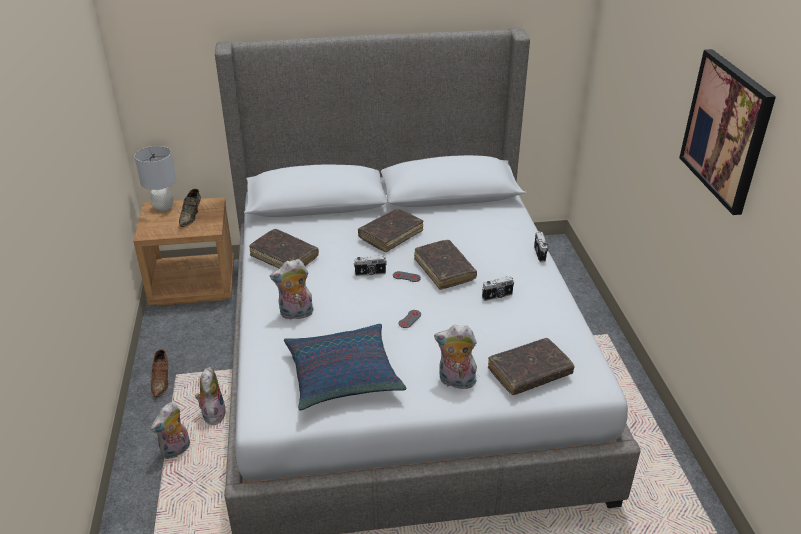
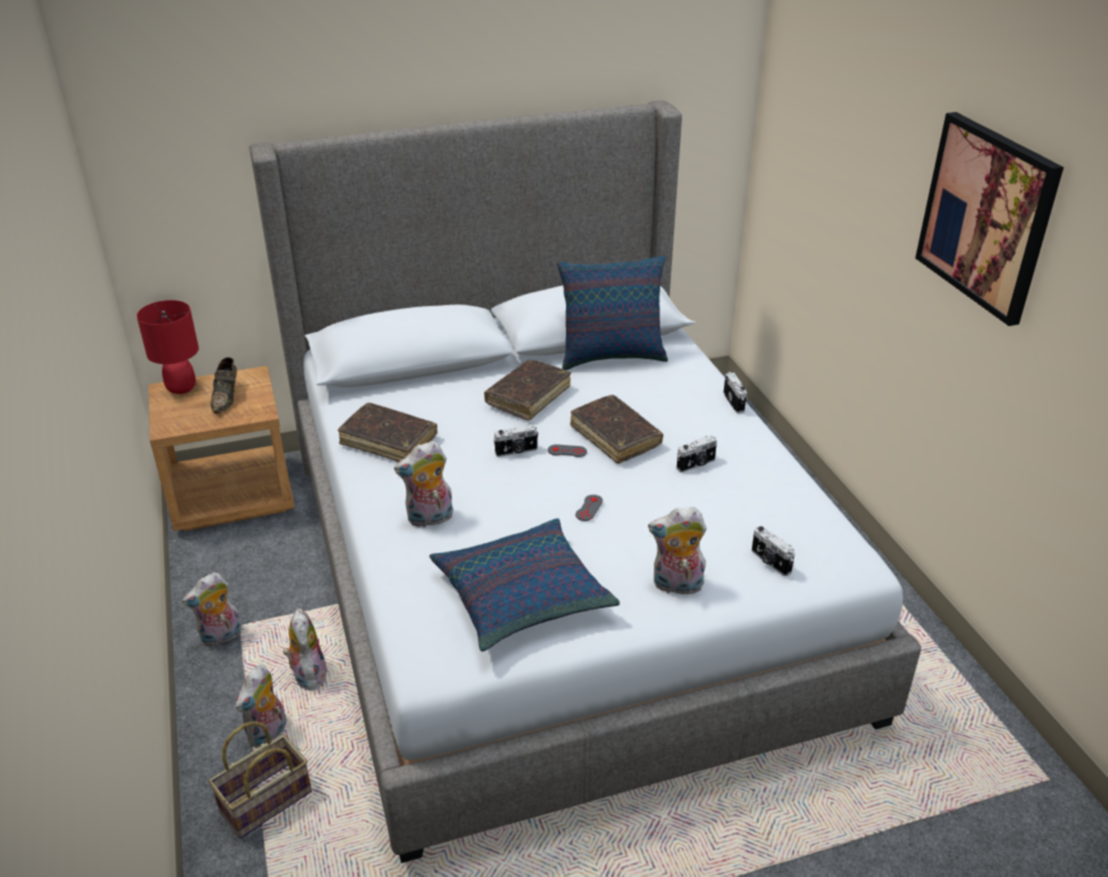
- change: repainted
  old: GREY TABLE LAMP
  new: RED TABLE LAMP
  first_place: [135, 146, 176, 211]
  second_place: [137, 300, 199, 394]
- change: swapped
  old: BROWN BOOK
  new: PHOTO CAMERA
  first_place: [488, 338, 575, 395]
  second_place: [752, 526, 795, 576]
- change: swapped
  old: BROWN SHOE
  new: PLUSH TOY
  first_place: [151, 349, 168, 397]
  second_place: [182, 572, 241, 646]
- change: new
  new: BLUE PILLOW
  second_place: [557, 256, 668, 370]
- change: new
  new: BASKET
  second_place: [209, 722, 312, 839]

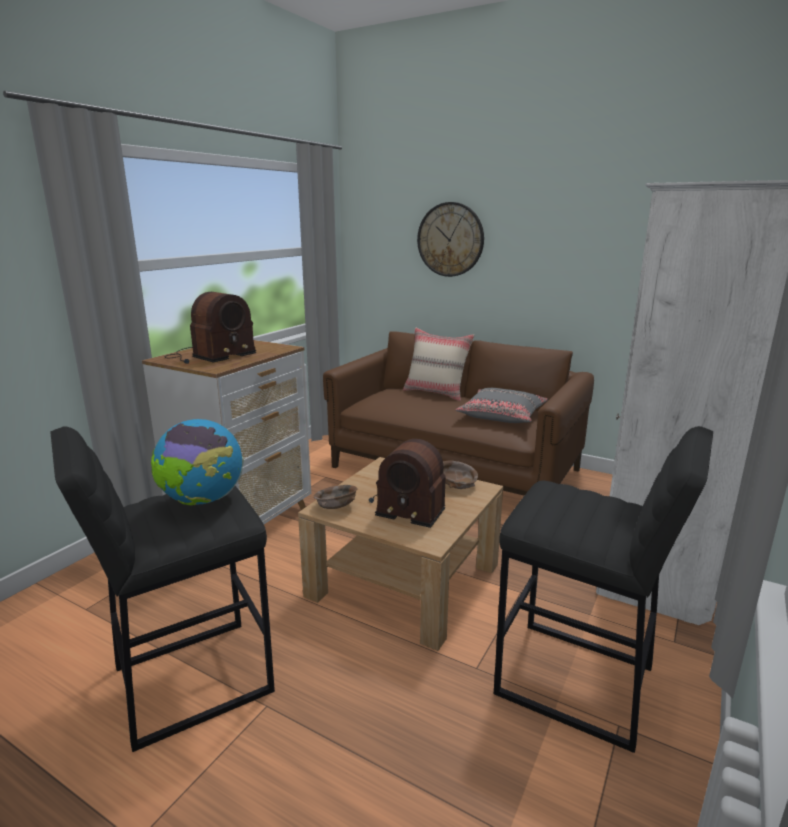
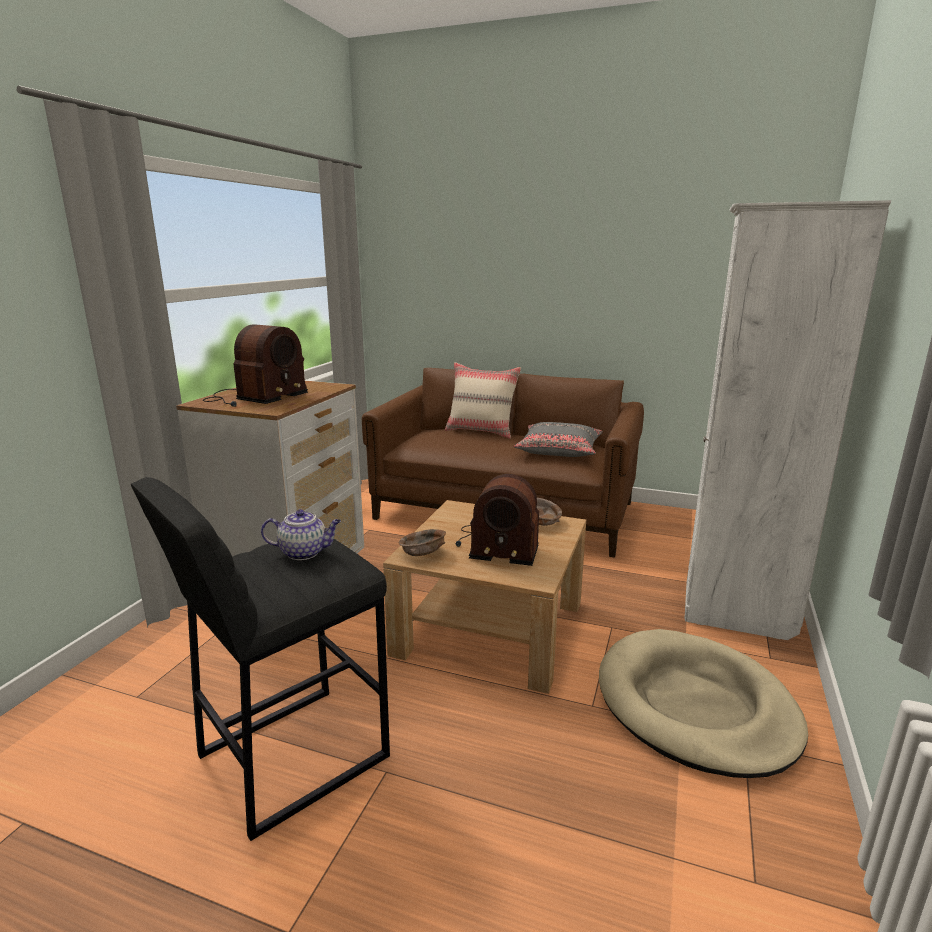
- change: gone
  old: WALL CLOCK
  first_place: [417, 202, 484, 277]
- change: swapped
  old: GLOBE
  new: TEAPOT
  first_place: [151, 419, 244, 505]
  second_place: [261, 509, 341, 560]
- change: swapped
  old: BLACK STOOL
  new: BEIGE DOG BED
  first_place: [494, 426, 713, 753]
  second_place: [599, 629, 808, 778]

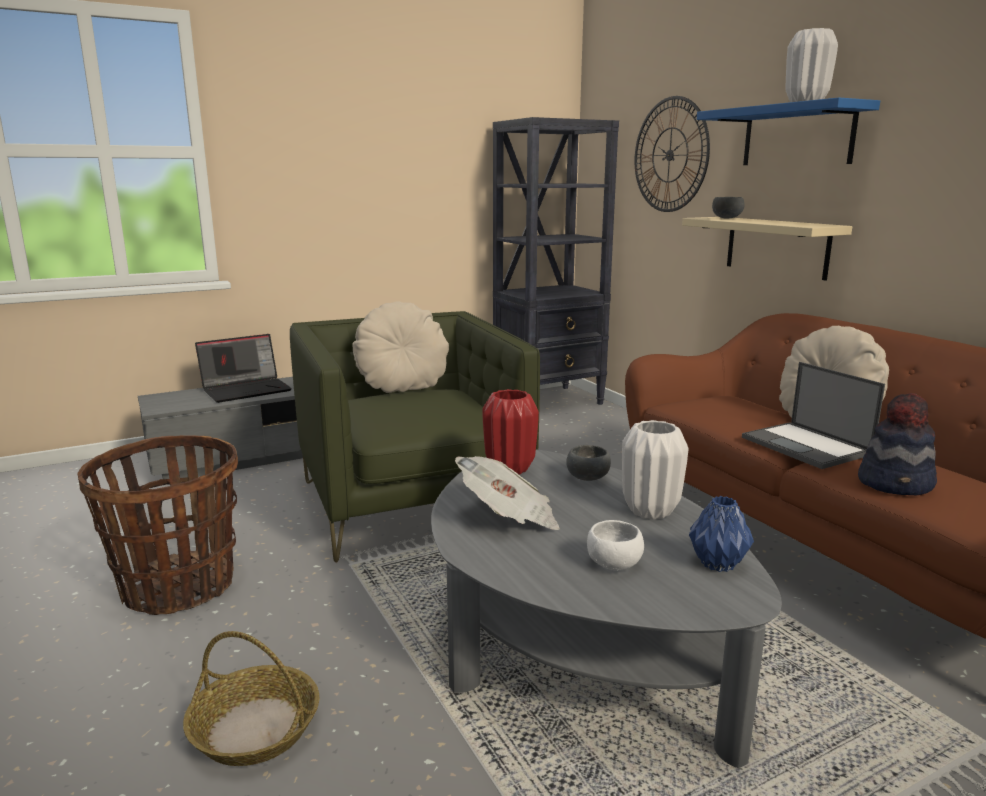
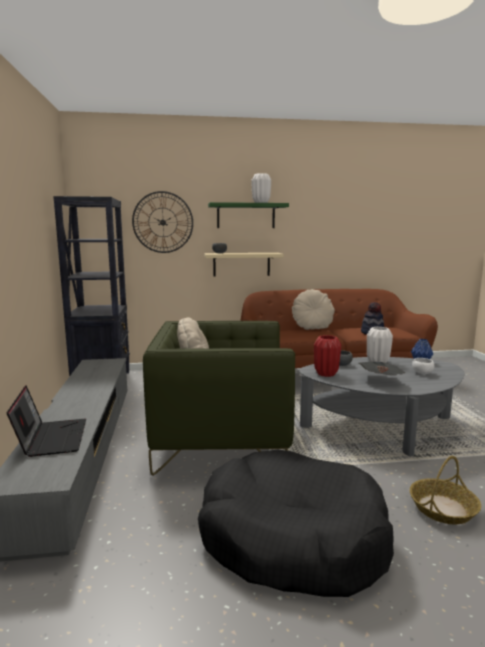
- change: repainted
  old: BLUE SHELF
  new: GREEN SHELF
  first_place: [697, 98, 880, 165]
  second_place: [208, 202, 289, 228]
- change: gone
  old: LAPTOP
  first_place: [742, 362, 885, 469]
- change: swapped
  old: BASKET
  new: BLACK DOG BED
  first_place: [77, 435, 238, 615]
  second_place: [198, 450, 394, 597]

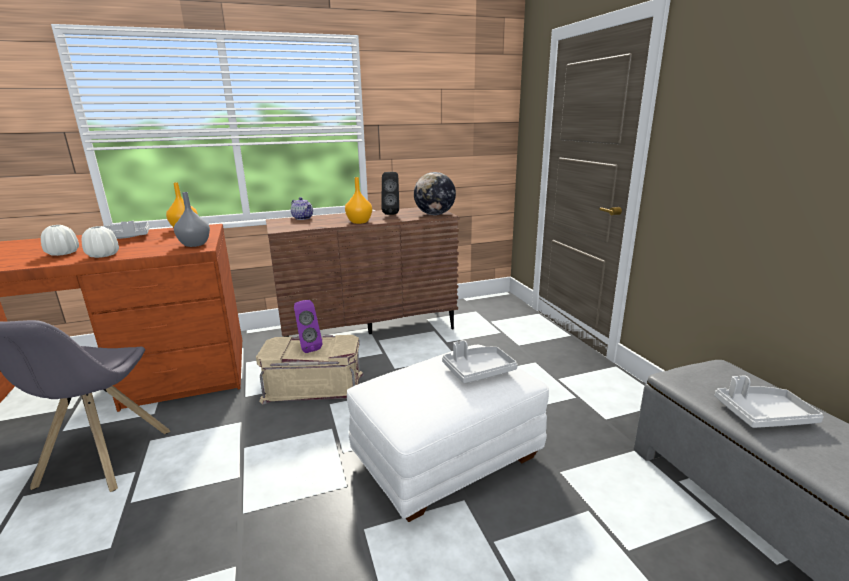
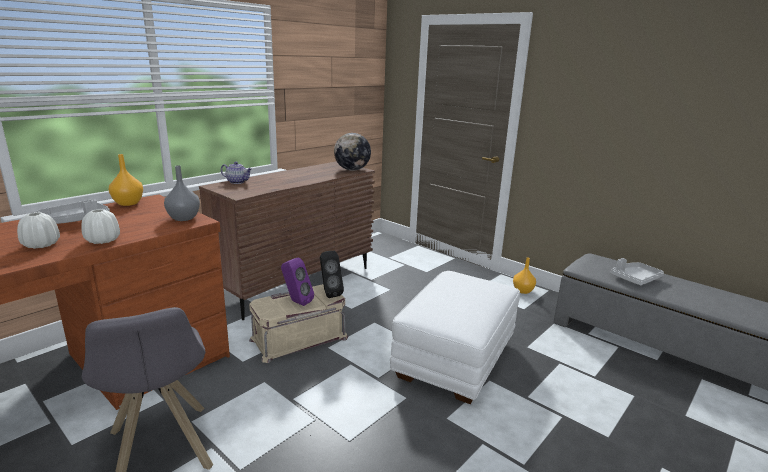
- change: shifted
  old: BLACK SPEAKER
  first_place: [381, 172, 399, 215]
  second_place: [320, 251, 344, 298]
- change: shifted
  old: ORANGE VASE
  first_place: [345, 177, 372, 224]
  second_place: [513, 257, 536, 294]
- change: gone
  old: GREY TRAY
  first_place: [442, 340, 518, 383]

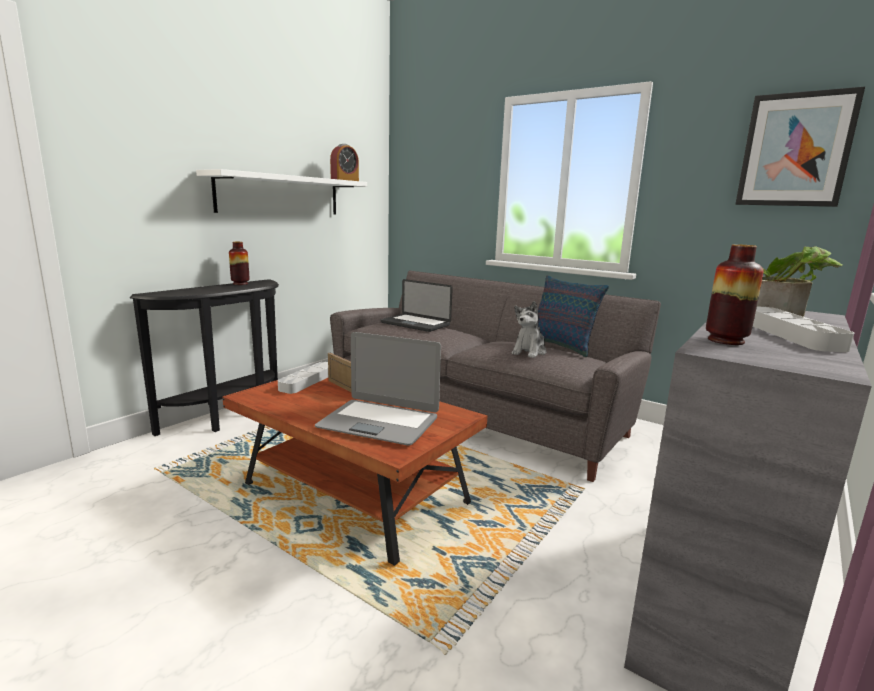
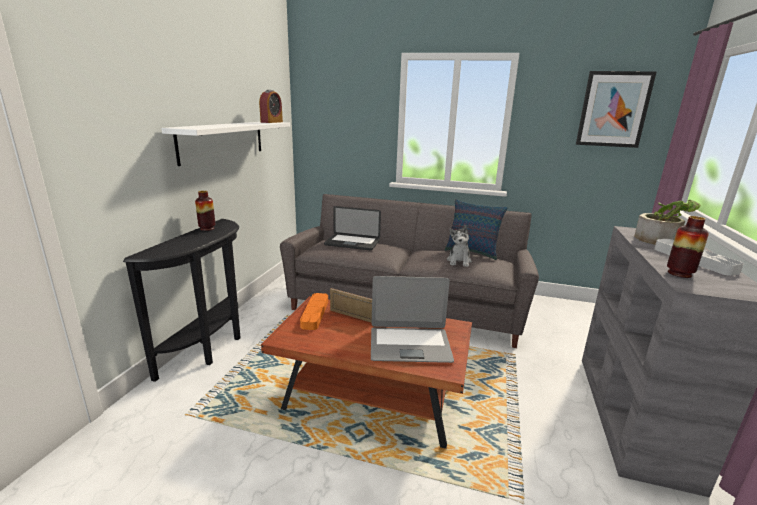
- change: repainted
  old: GREY TRAY
  new: ORANGE TRAY
  first_place: [278, 362, 328, 394]
  second_place: [300, 293, 328, 330]

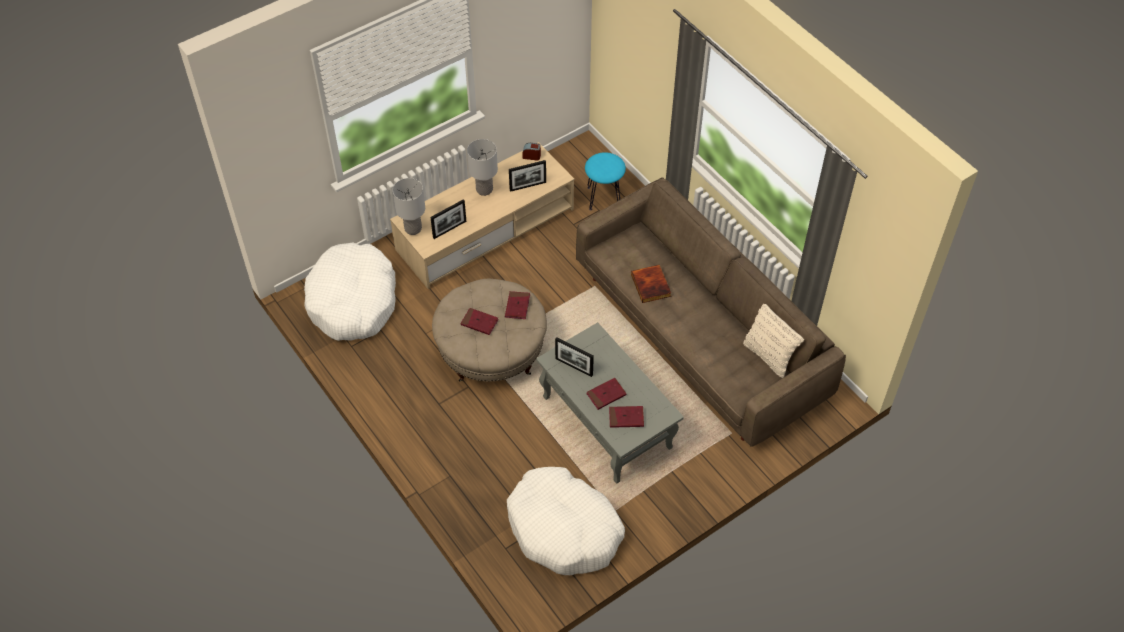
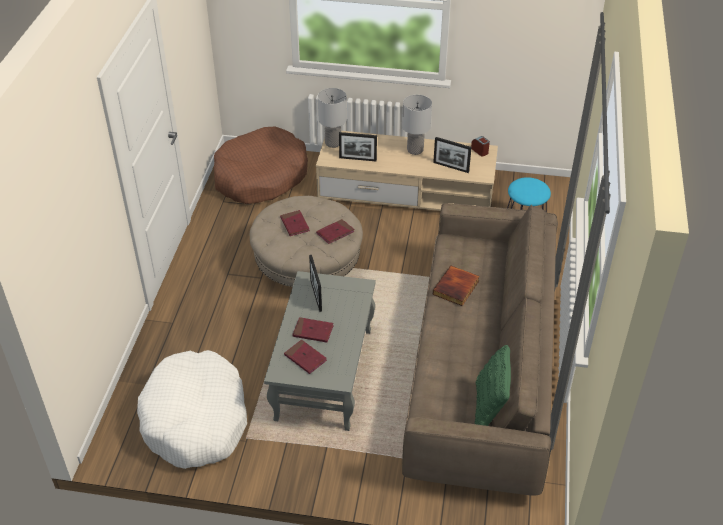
- change: repainted
  old: WHITE DOG BED
  new: BROWN DOG BED
  first_place: [304, 242, 396, 341]
  second_place: [214, 127, 308, 204]
- change: repainted
  old: BEIGE PILLOW
  new: GREEN PILLOW
  first_place: [743, 304, 804, 378]
  second_place: [475, 345, 511, 426]

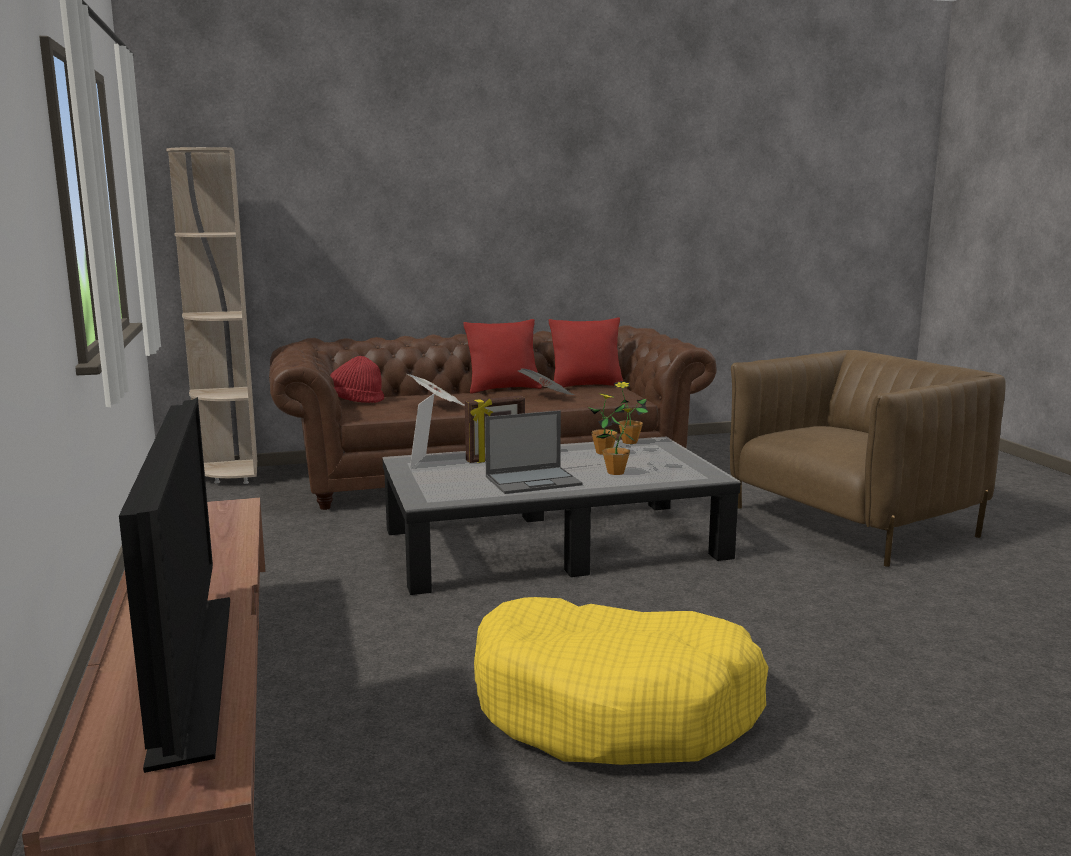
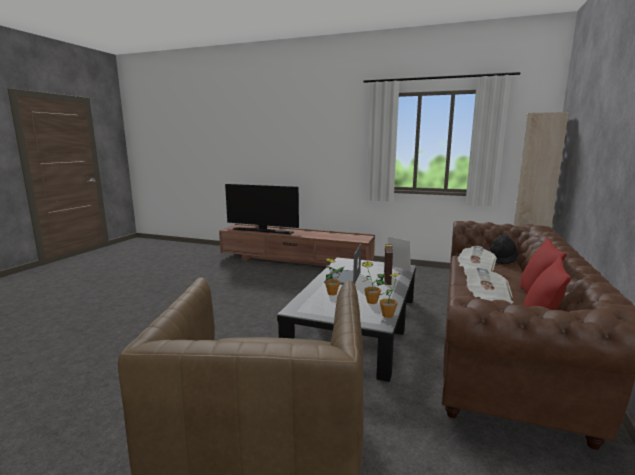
- change: repainted
  old: RED HAT
  new: BLACK HAT
  first_place: [330, 356, 384, 403]
  second_place: [489, 235, 518, 265]
- change: gone
  old: YELLOW DOG BED
  first_place: [474, 597, 769, 765]

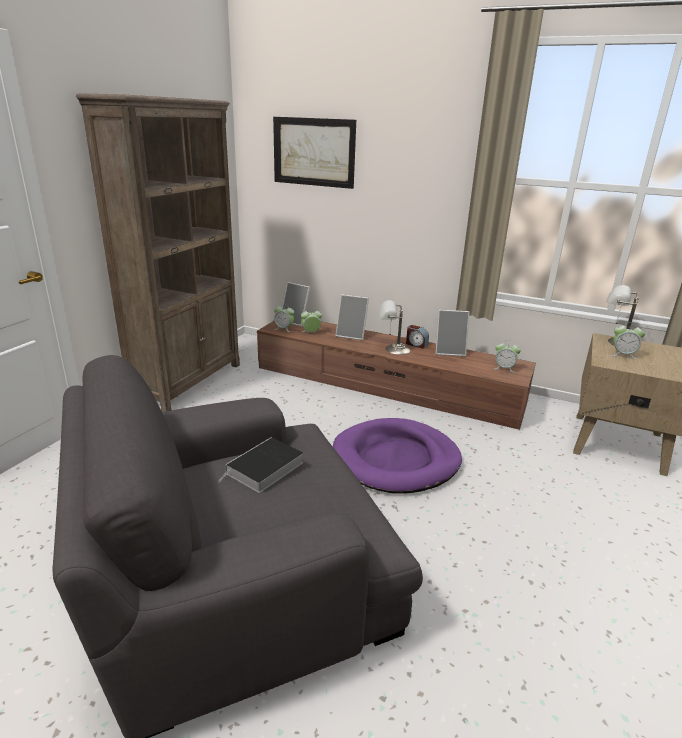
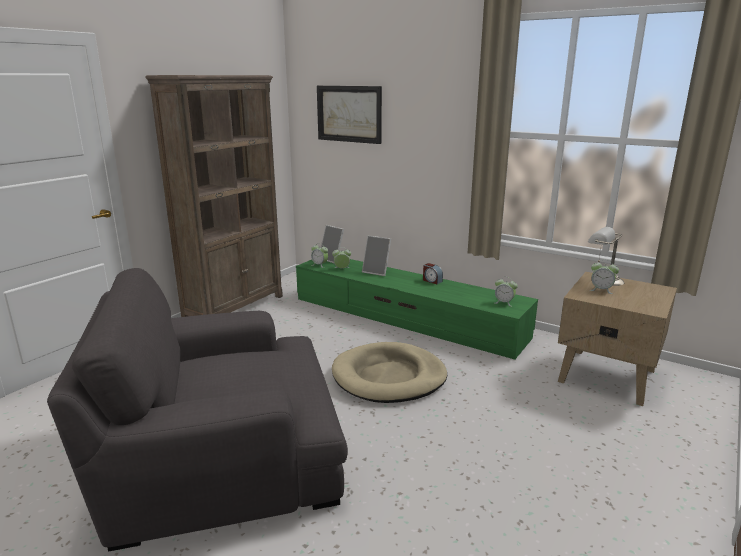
- change: gone
  old: WHITE TABLE LAMP
  first_place: [379, 300, 411, 355]
- change: gone
  old: PICTURE FRAME
  first_place: [435, 310, 470, 357]
- change: repainted
  old: BROWN TV STAND
  new: GREEN TV STAND
  first_place: [257, 321, 536, 430]
  second_place: [296, 259, 538, 359]
- change: repainted
  old: PURPLE DOG BED
  new: BEIGE DOG BED
  first_place: [333, 418, 462, 494]
  second_place: [332, 342, 447, 403]
- change: gone
  old: BOOK
  first_place: [219, 437, 303, 493]

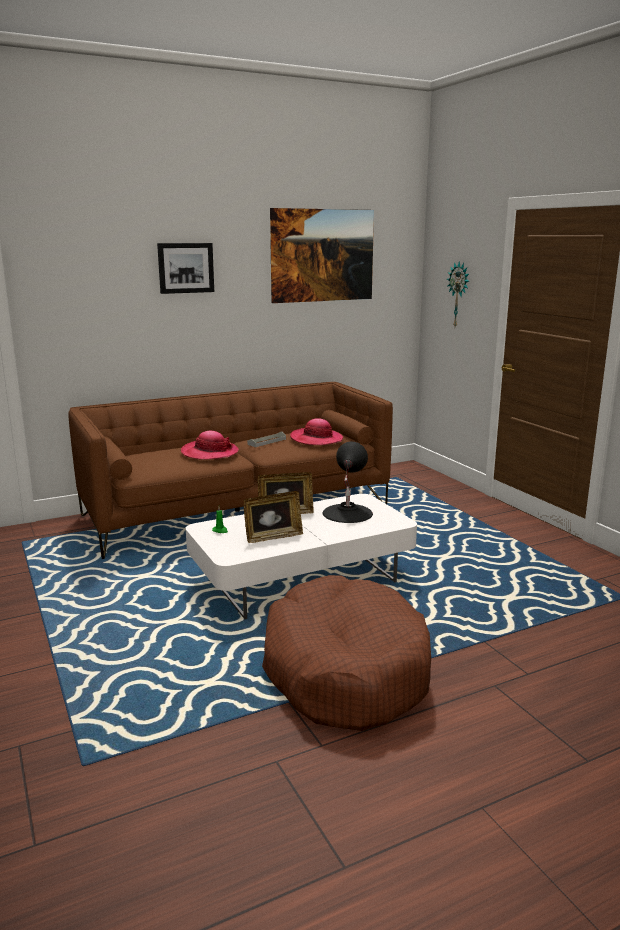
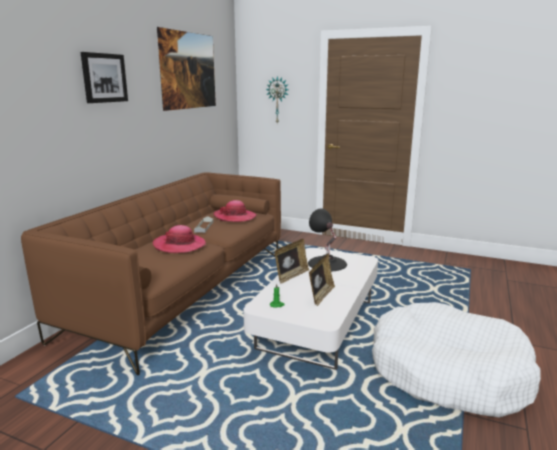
- change: repainted
  old: BROWN DOG BED
  new: WHITE DOG BED
  first_place: [262, 575, 431, 731]
  second_place: [372, 302, 541, 418]

